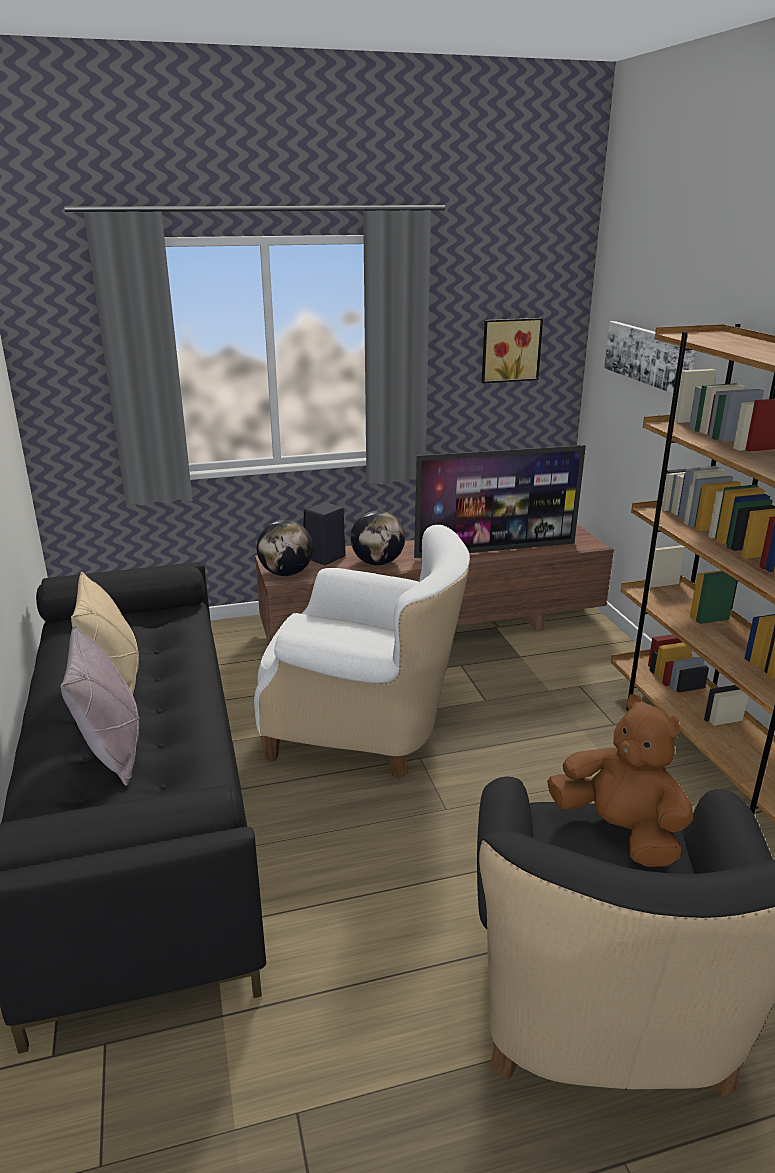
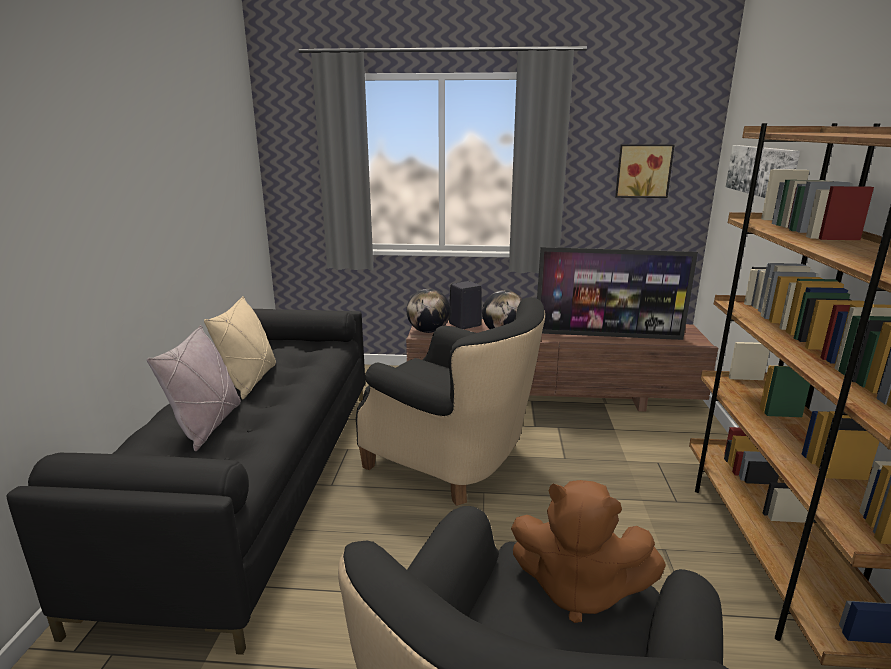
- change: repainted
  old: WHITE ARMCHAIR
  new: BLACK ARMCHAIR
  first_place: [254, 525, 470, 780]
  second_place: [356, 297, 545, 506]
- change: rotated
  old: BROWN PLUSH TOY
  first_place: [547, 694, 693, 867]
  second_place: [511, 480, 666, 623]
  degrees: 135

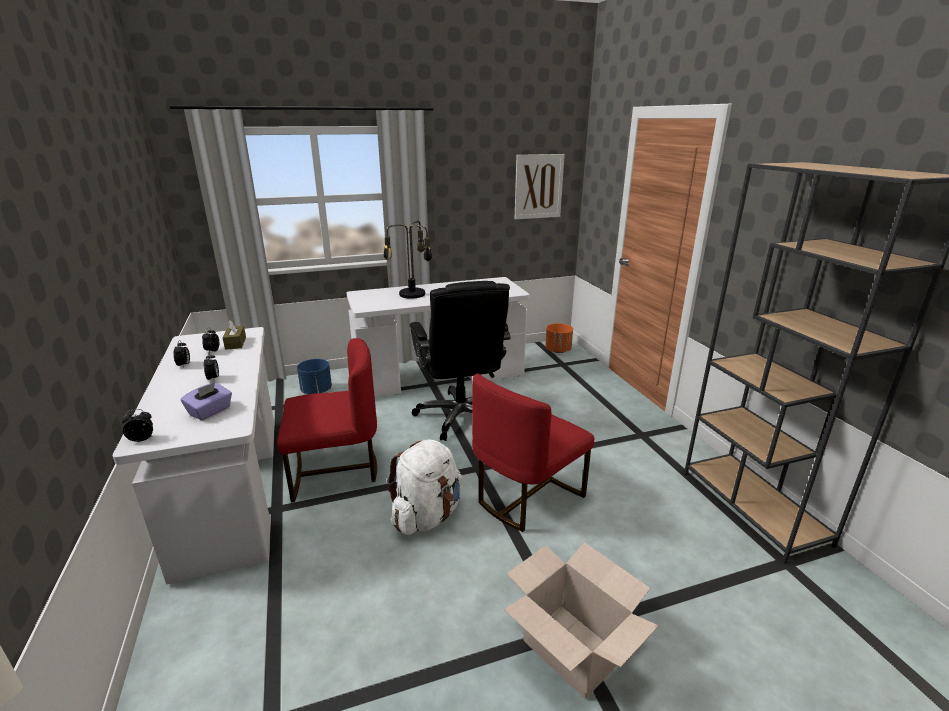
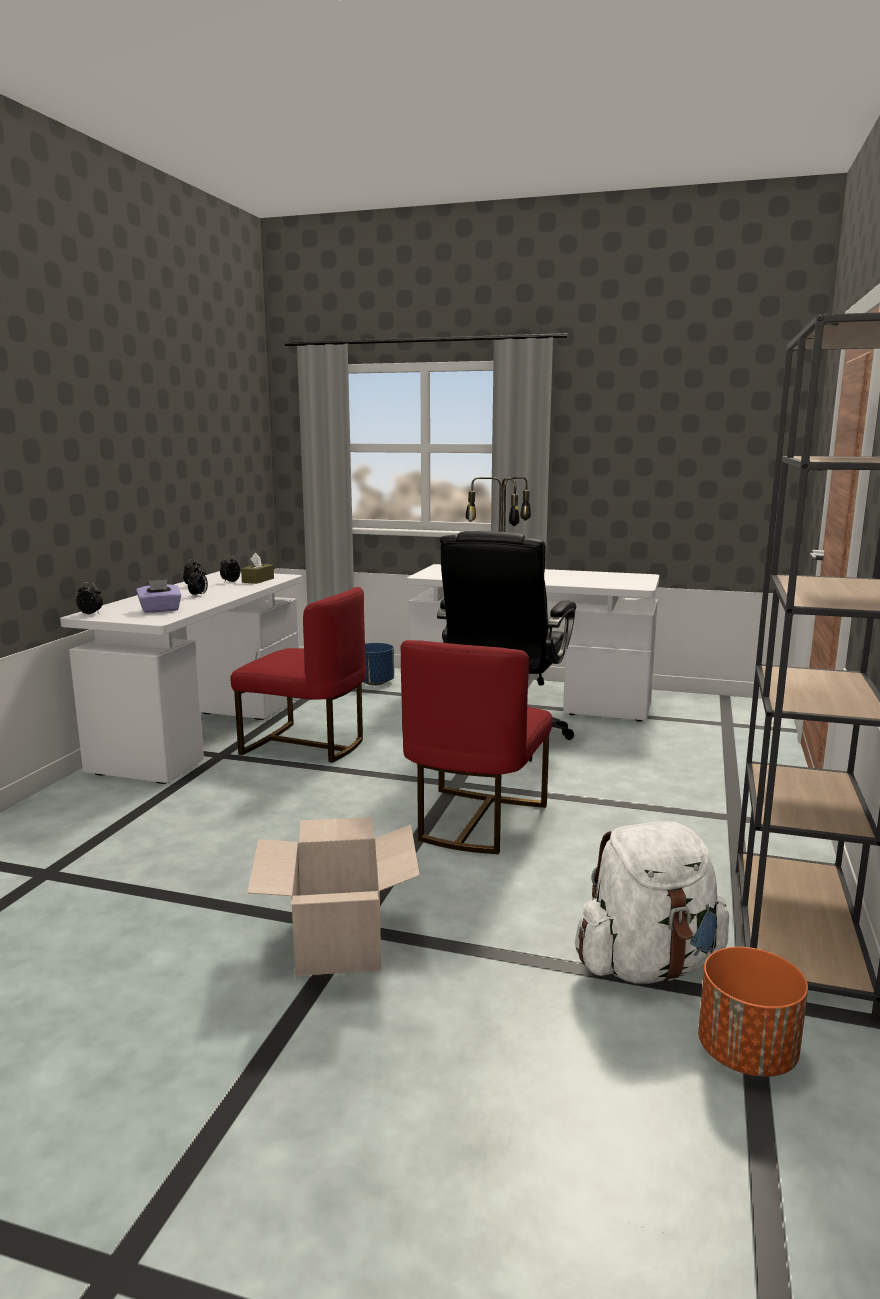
- change: gone
  old: PICTURE
  first_place: [515, 154, 565, 220]
- change: shifted
  old: ORANGE PLANTER
  first_place: [545, 323, 573, 353]
  second_place: [698, 947, 808, 1077]
- change: rotated
  old: RED CHAIR
  first_place: [472, 373, 594, 532]
  second_place: [401, 640, 553, 854]
  degrees: -60
- change: shifted
  old: WHITE BACKPACK
  first_place: [387, 439, 463, 535]
  second_place: [575, 821, 729, 984]

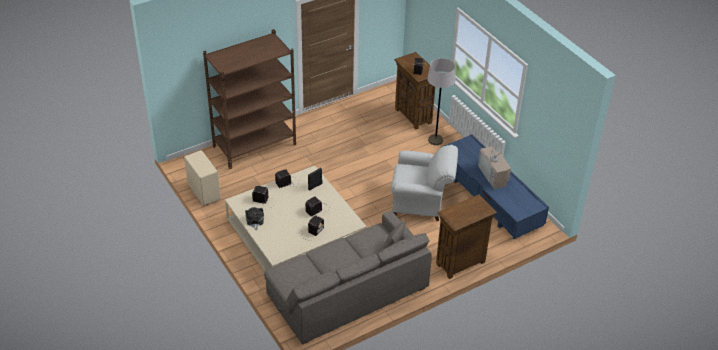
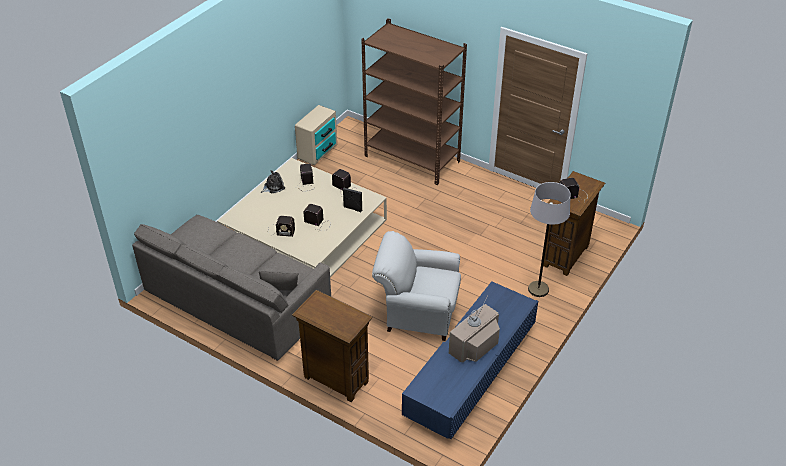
- change: rotated
  old: WHITE ARMCHAIR
  first_place: [391, 145, 458, 221]
  second_place: [372, 231, 461, 341]
  degrees: 120

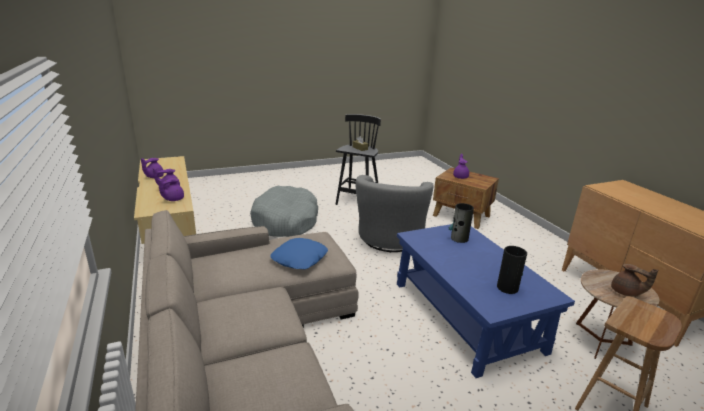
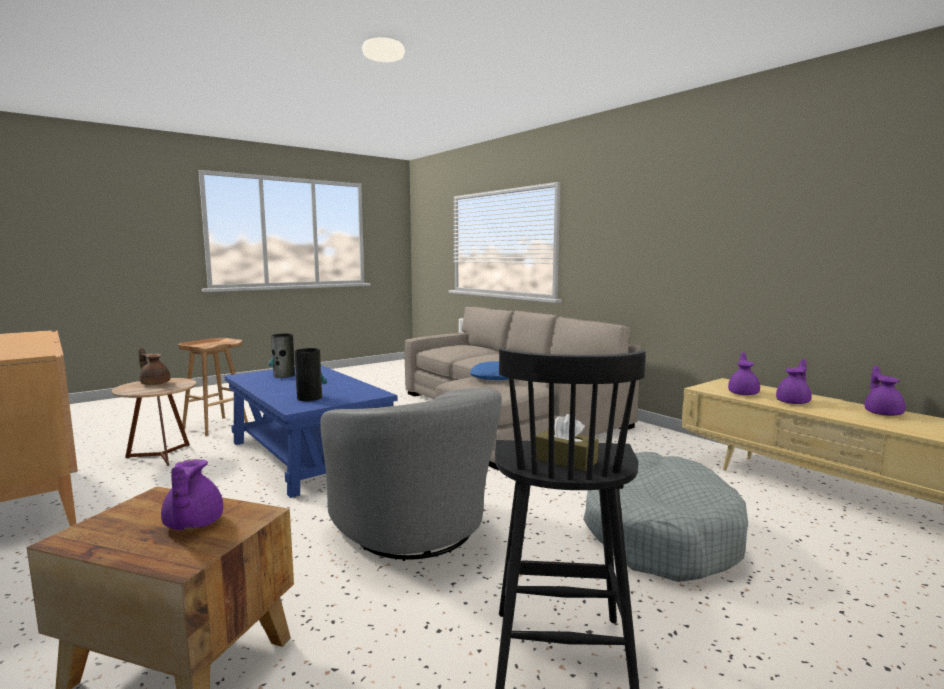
- change: rotated
  old: GREY ARMCHAIR
  first_place: [356, 175, 434, 253]
  second_place: [320, 388, 502, 561]
  degrees: 150

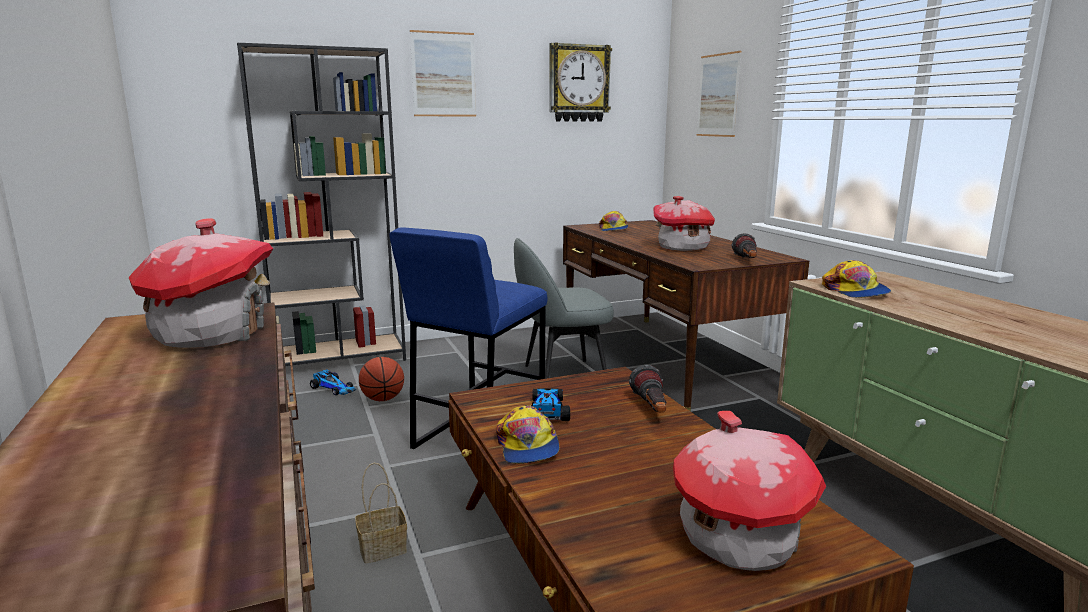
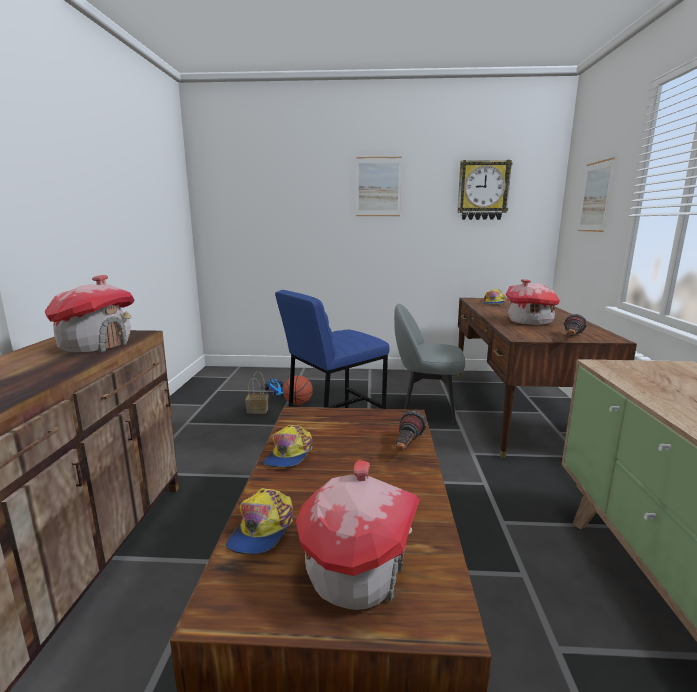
- change: gone
  old: BOOKCASE
  first_place: [237, 43, 406, 366]
- change: shifted
  old: CAP
  first_place: [822, 260, 891, 298]
  second_place: [226, 488, 293, 554]
- change: gone
  old: TOY CAR
  first_place: [525, 388, 570, 421]
- change: shifted
  old: BASKET
  first_place: [355, 463, 407, 563]
  second_place: [245, 372, 268, 414]

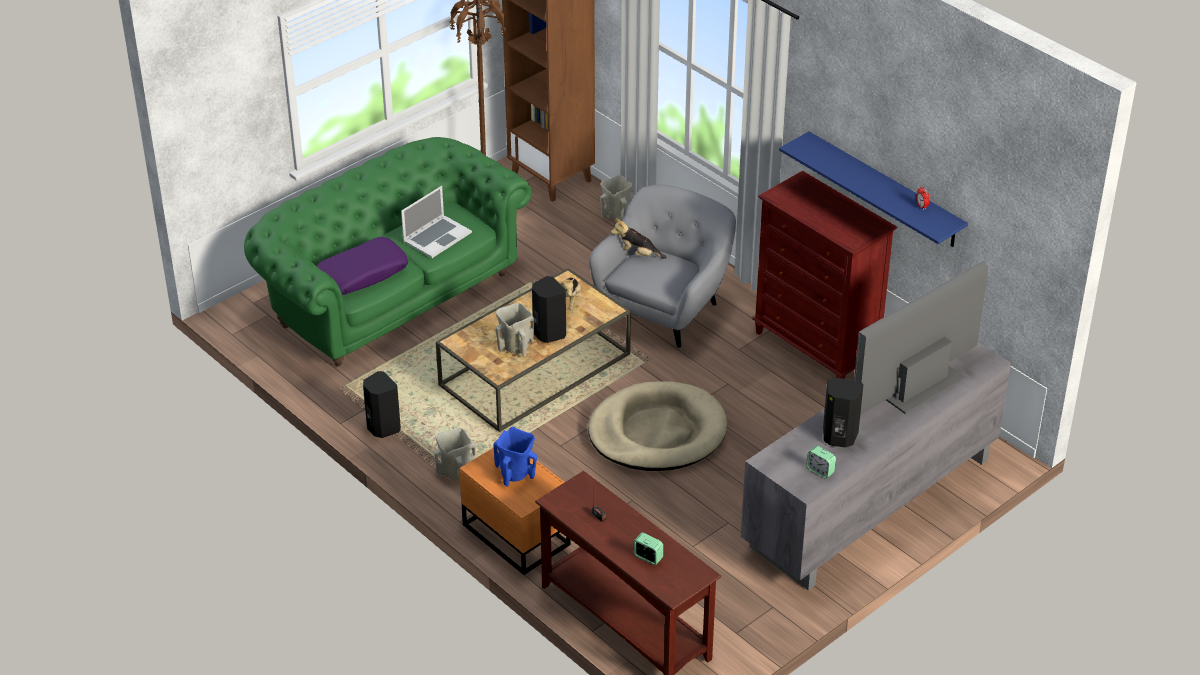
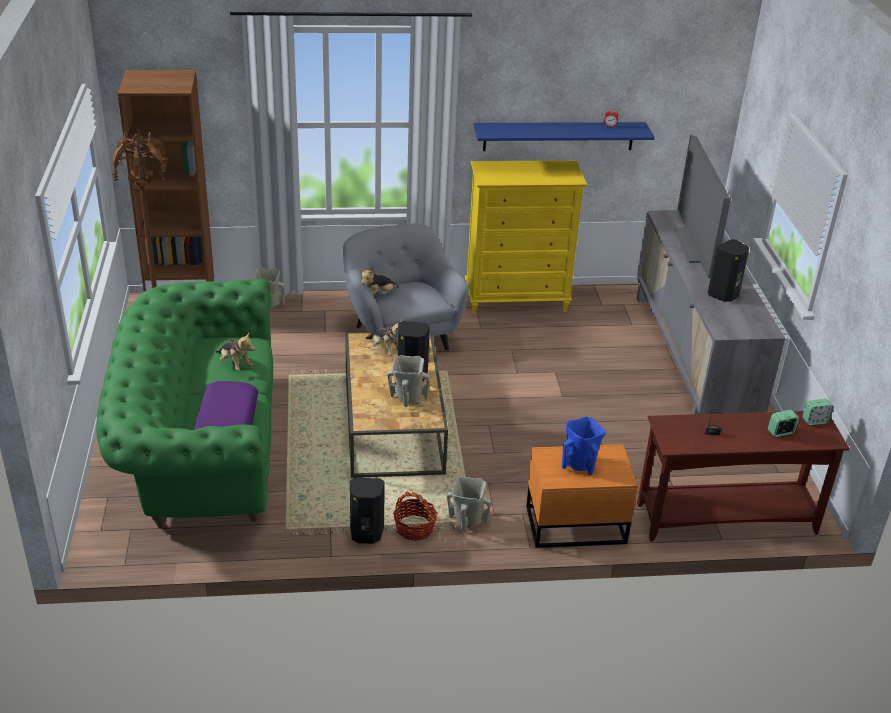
- change: repainted
  old: RED DRESSER
  new: YELLOW DRESSER
  first_place: [752, 171, 898, 379]
  second_place: [465, 160, 587, 314]
- change: swapped
  old: LAPTOP
  new: PLUSH TOY
  first_place: [401, 186, 472, 258]
  second_place: [216, 333, 255, 371]
- change: gone
  old: BEIGE DOG BED
  first_place: [588, 381, 727, 471]
- change: shifted
  old: ALARM CLOCK
  first_place: [806, 446, 836, 478]
  second_place: [802, 399, 834, 425]
- change: new
  new: BASKET
  second_place: [393, 492, 437, 541]

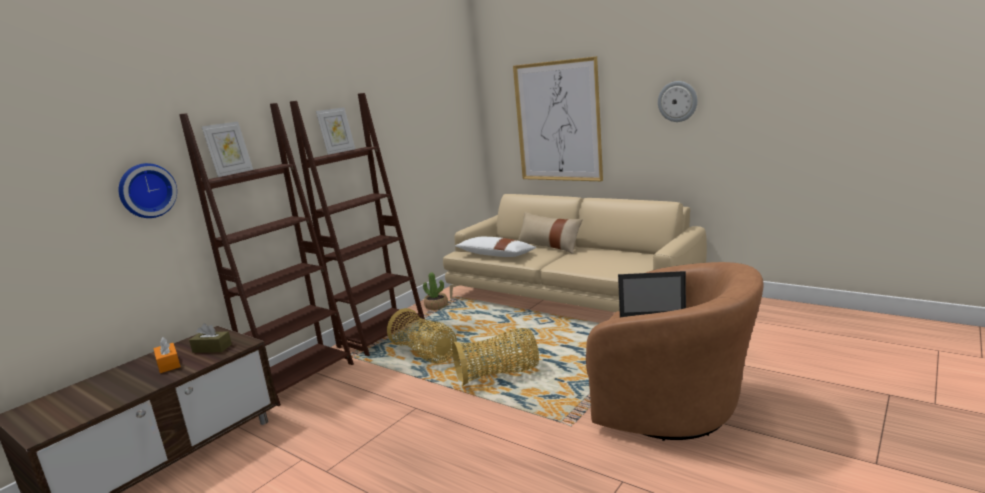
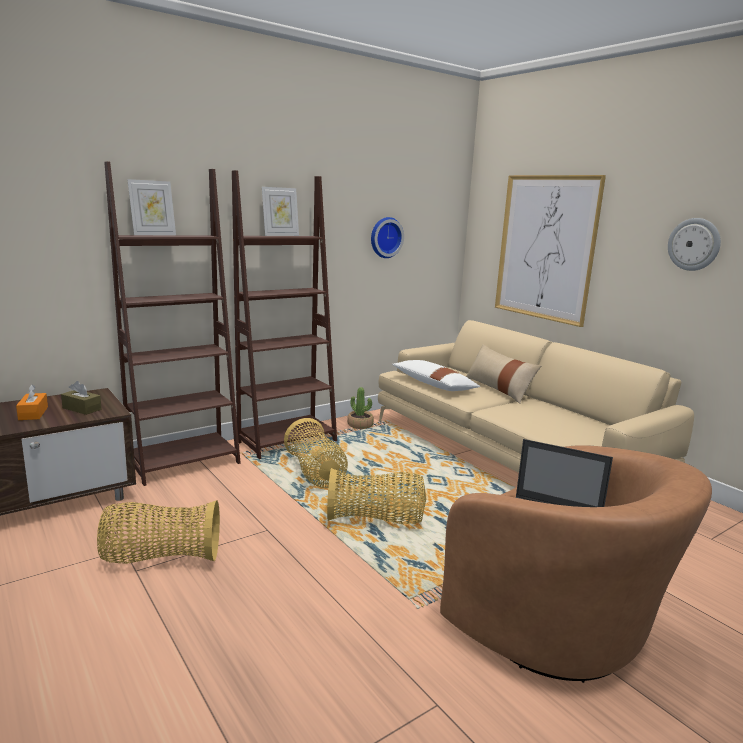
- change: shifted
  old: WALL CLOCK
  first_place: [119, 163, 177, 218]
  second_place: [371, 217, 404, 258]
- change: new
  new: BASKET
  second_place: [97, 500, 220, 564]

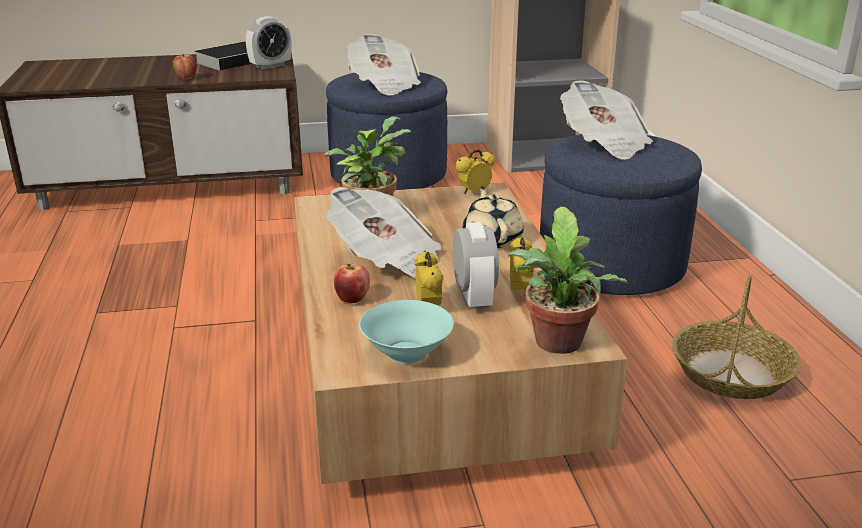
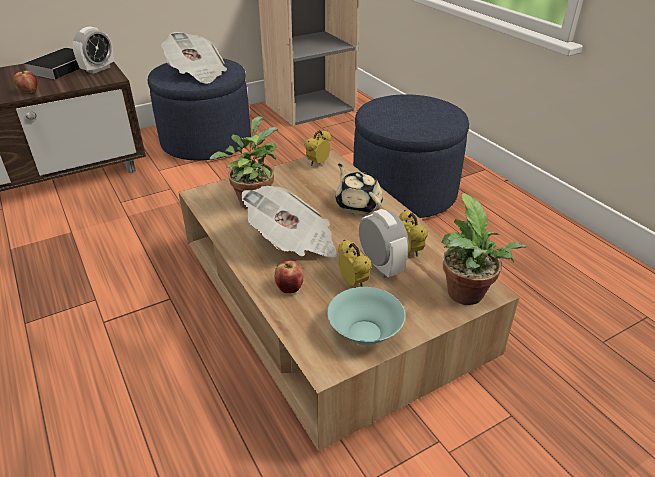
- change: gone
  old: NEWSPAPER
  first_place: [560, 80, 653, 160]
- change: gone
  old: BASKET
  first_place: [672, 275, 801, 399]

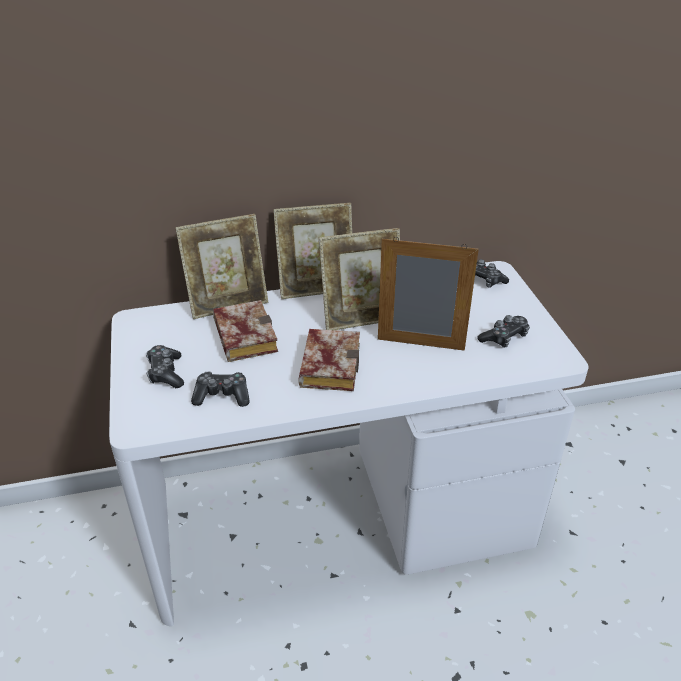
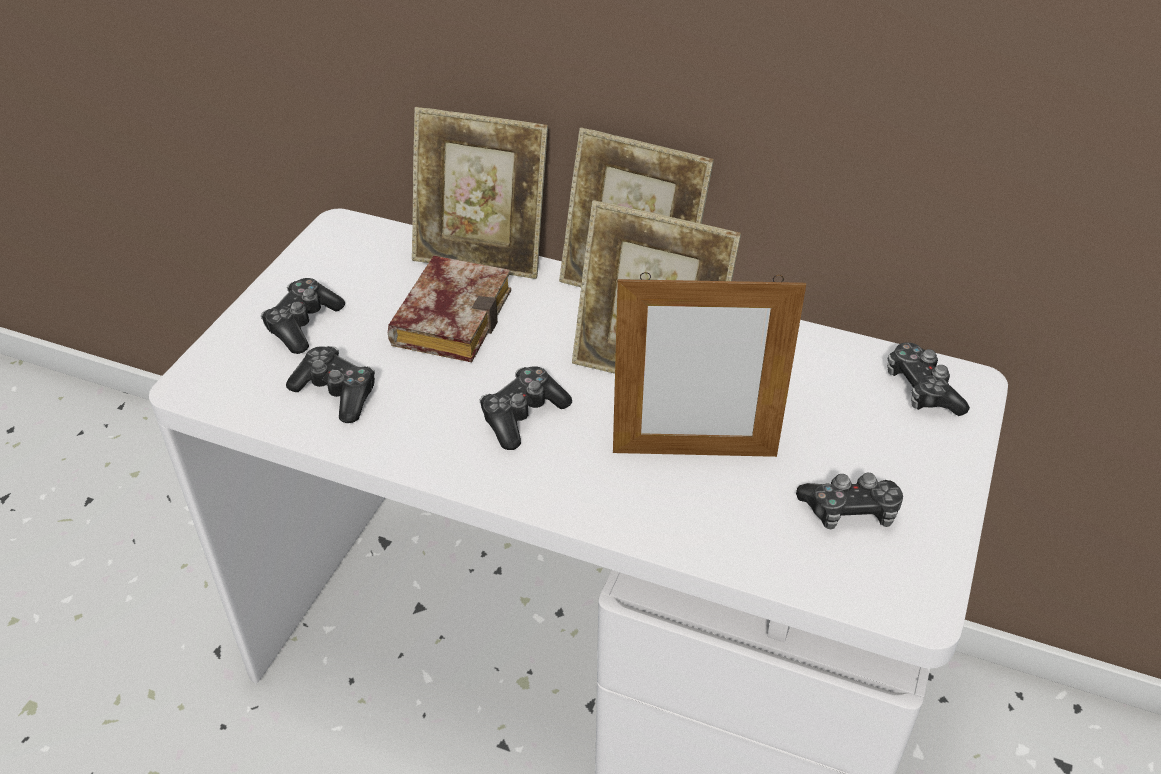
- change: rotated
  old: PICTURE FRAME
  first_place: [378, 237, 479, 351]
  second_place: [613, 272, 806, 457]
  degrees: 135
- change: swapped
  old: BOOK
  new: GAME CONTROLLER
  first_place: [298, 329, 360, 391]
  second_place: [479, 366, 572, 450]

